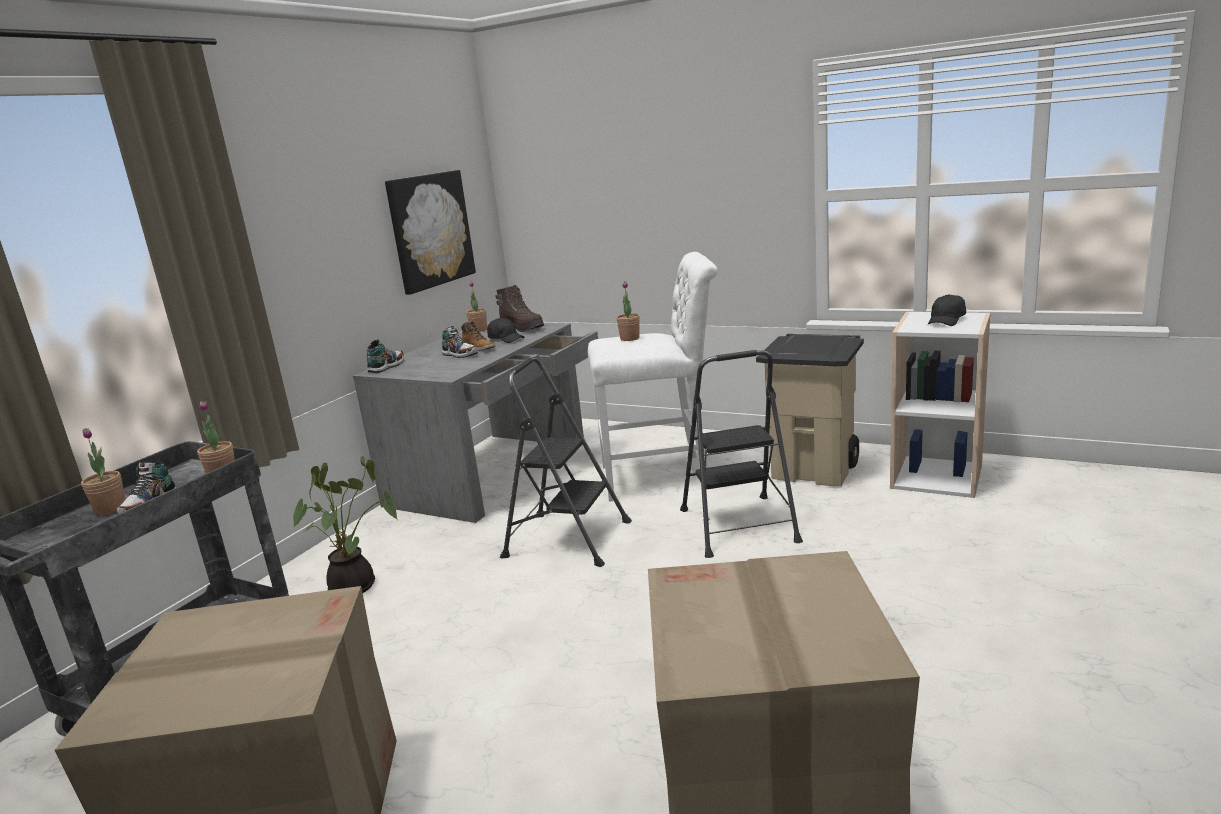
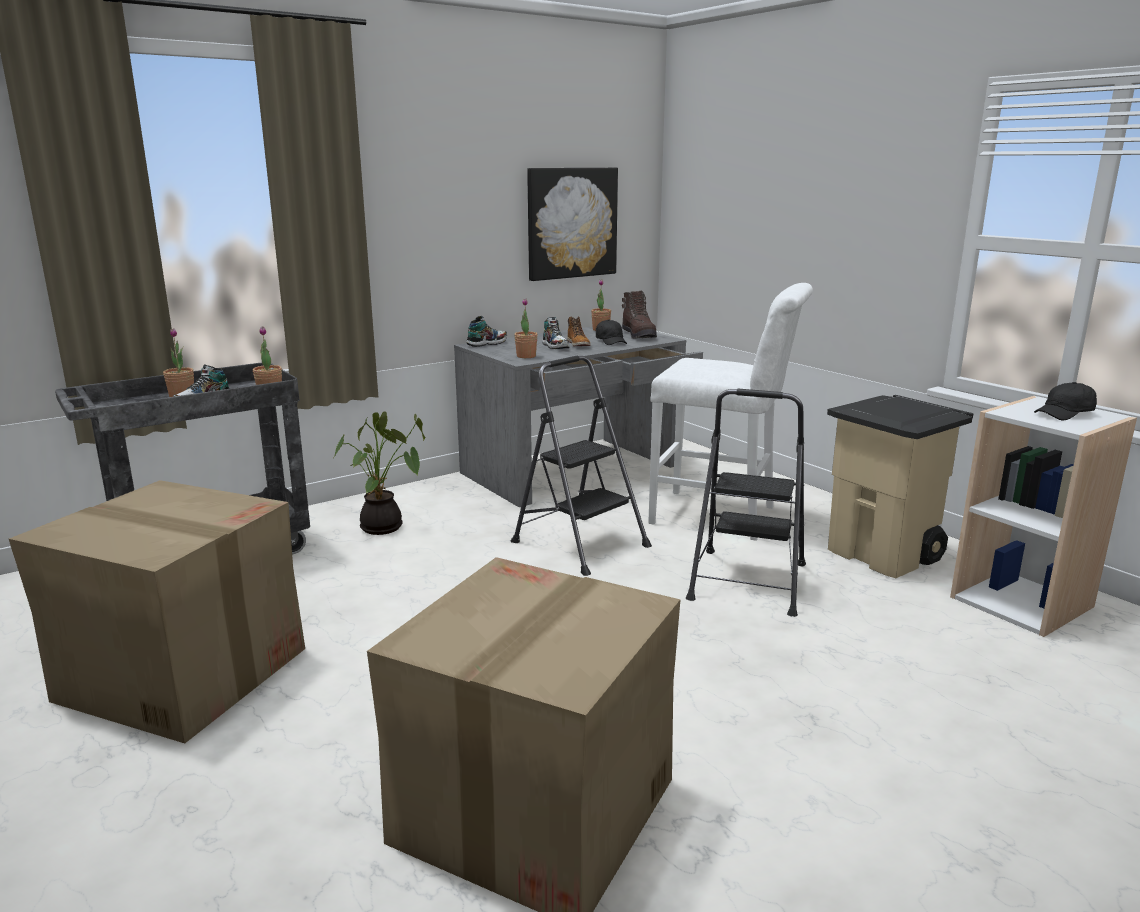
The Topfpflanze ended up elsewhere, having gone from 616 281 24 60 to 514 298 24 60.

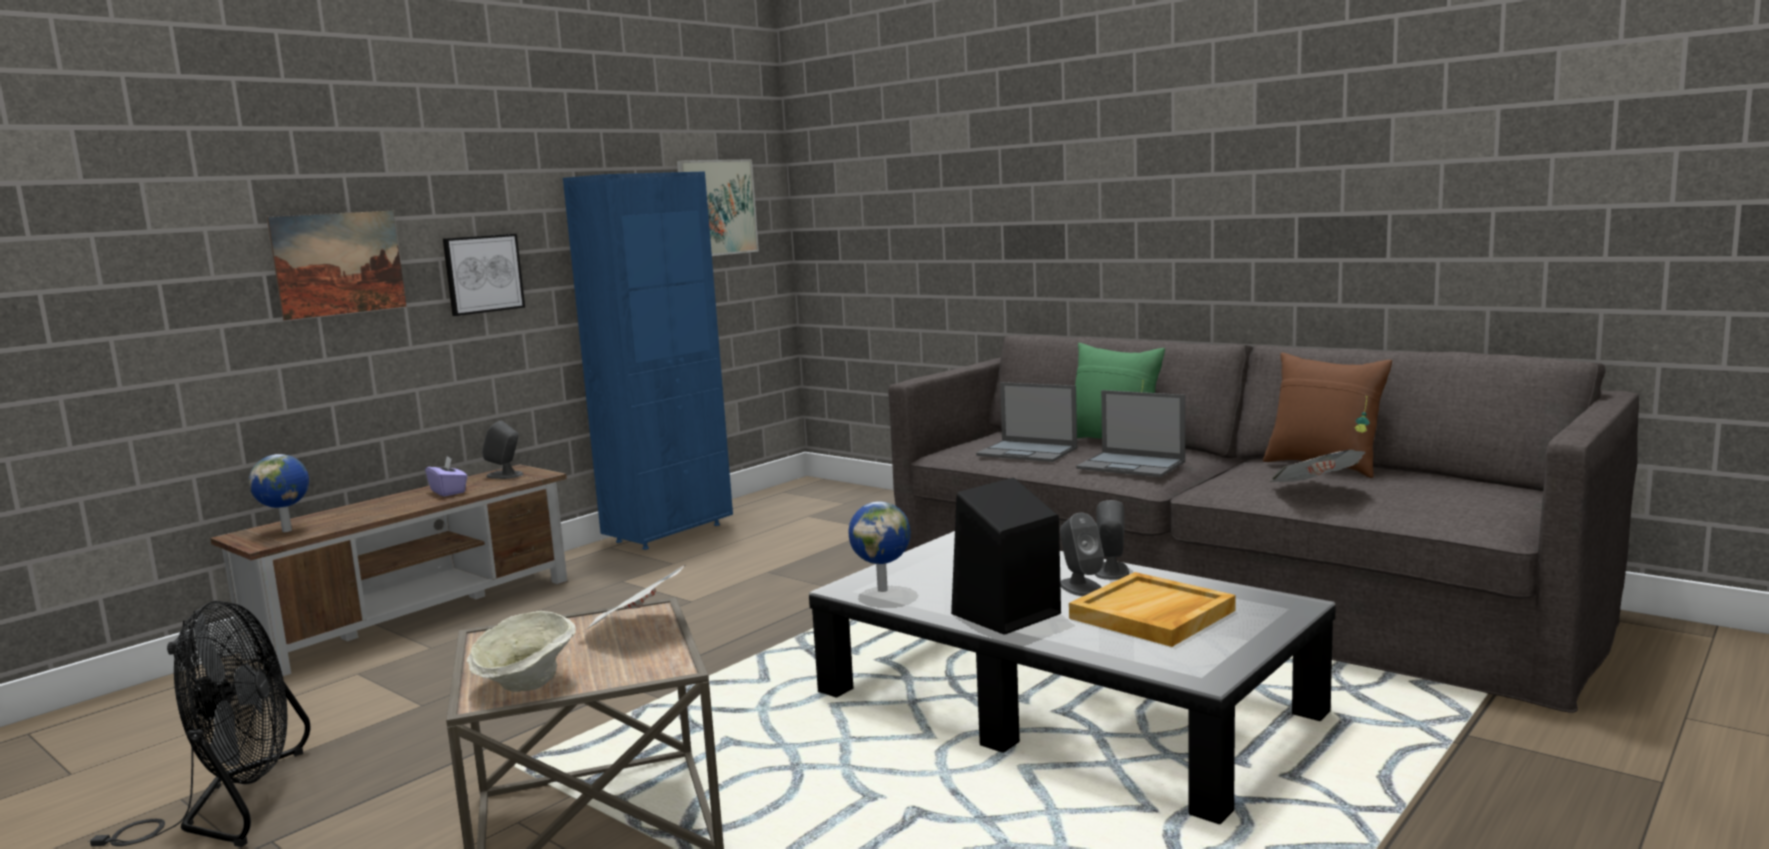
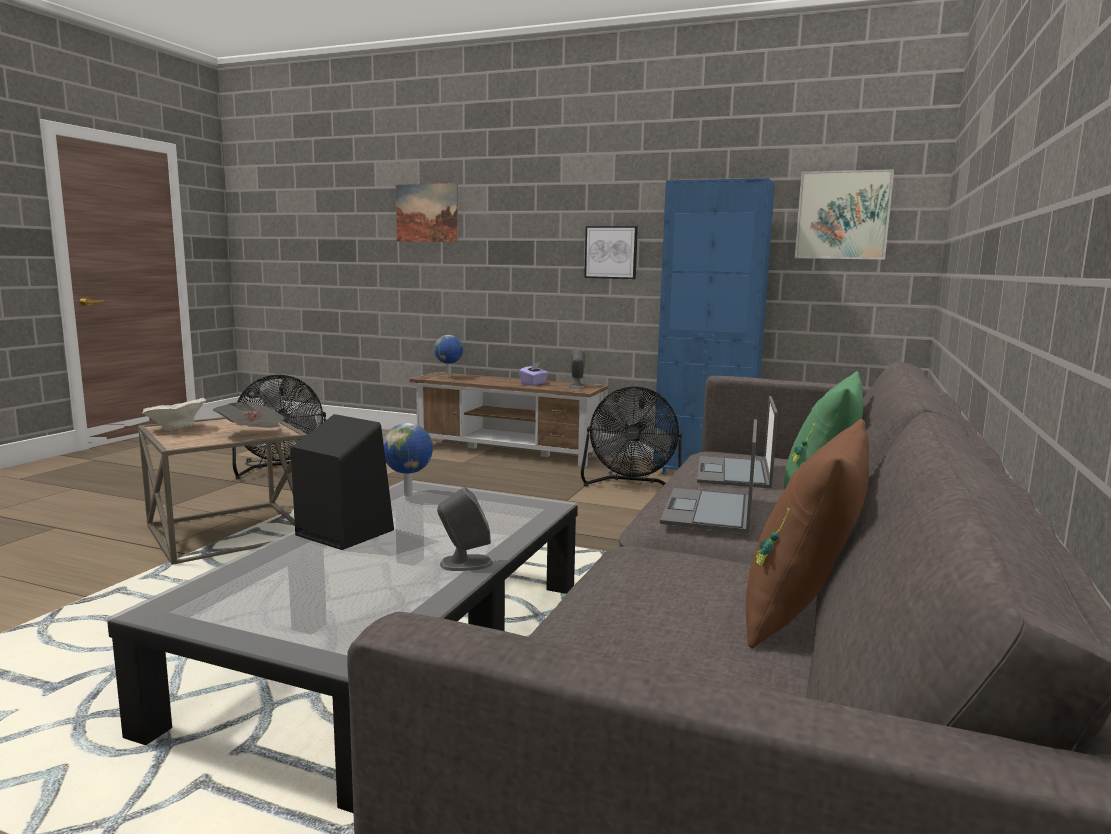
The Bild ended up elsewhere, having gone from 267 211 139 109 to 396 183 62 59.
The second view gained the Ventilator (schwarz) at 581 387 101 100.
The second view lost the Lautsprecher (grau) at 1060 513 44 83.
The second view lost the Tablett (beige) at 1069 572 167 75.
The second view lost the Zeitung at 1269 449 96 34.

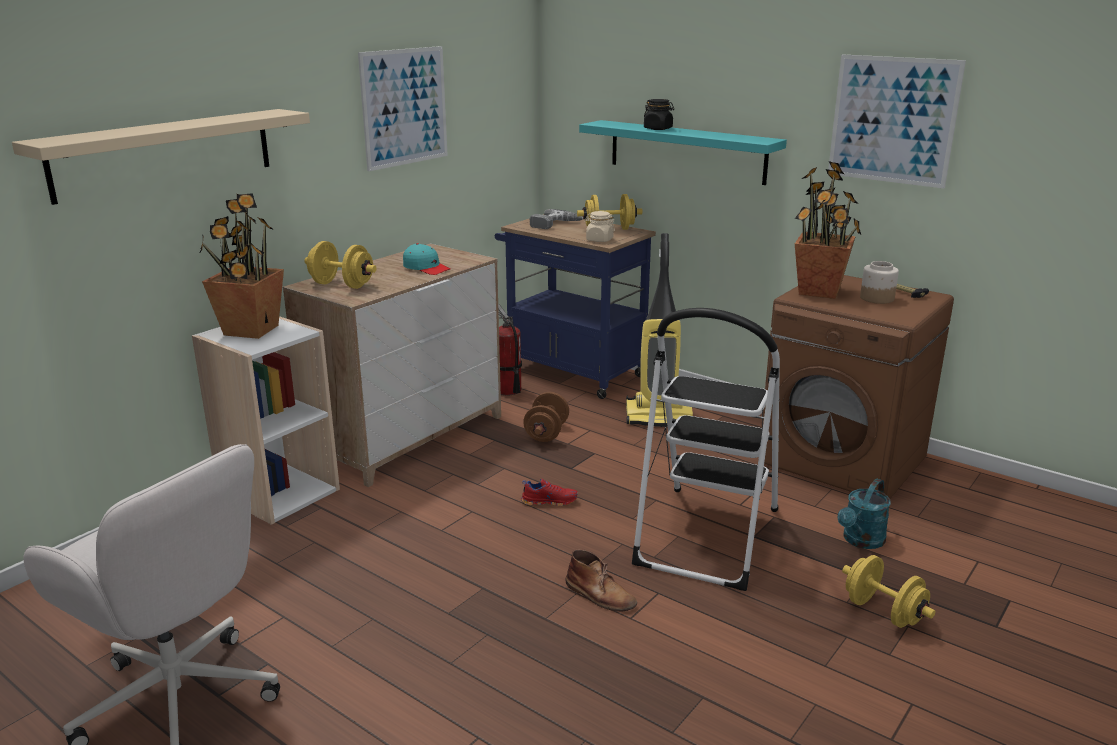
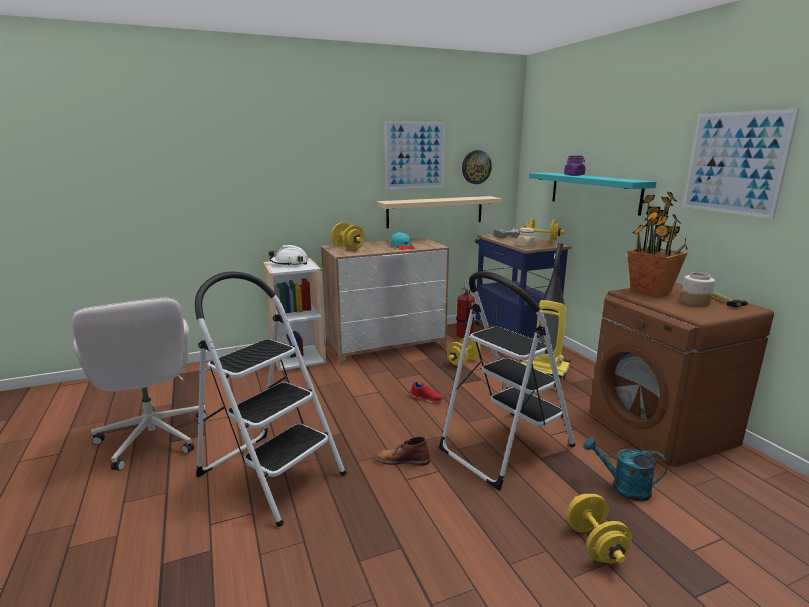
The second view gained the Trittleiter at 195 272 152 255.
Where the Topfpflanze stood at 200 193 84 146, the Schutzhelm (weiß) came to stand at 268 245 40 21.
The Stiefel (braun) at 566 549 71 63 ended up facing another way, 120 degrees clockwise from before.
The Wandregal (beige) ended up elsewhere, having gone from 12 109 298 96 to 377 196 125 32.
What was the Hantel (braun) at 523 392 46 50 turned into the Hantel (gelb) at 447 336 34 30.
The second view gained the Wanduhr at 462 150 30 34.
What was the Vorratsglas (schwarz) at 644 99 30 31 turned into the Vorratsglas (lila) at 564 155 21 21.
The Gießkanne (türkis) at 838 478 53 71 ended up facing another way, 45 degrees clockwise from before.

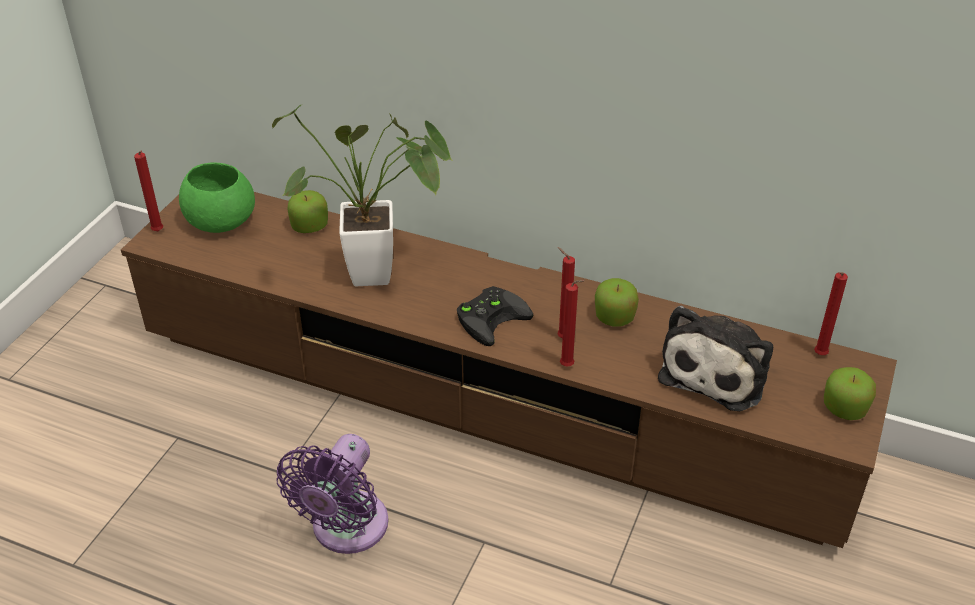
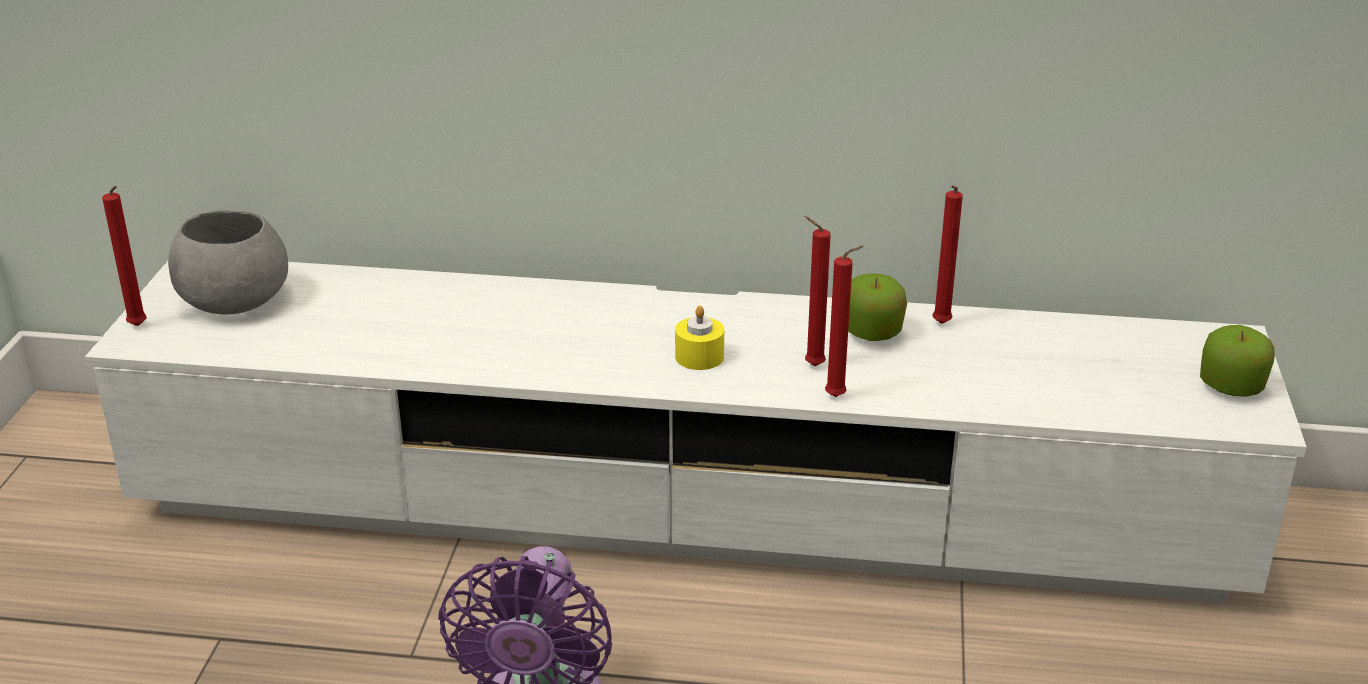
What was the Fernsehschrank (braun) at 121 192 776 356 turned into the Fernsehschrank (weiß) at 85 261 1222 342.
What was the Schüssel (grün) at 179 162 76 71 turned into the Schüssel (grau) at 168 210 120 105.
Where the Gamepad (schwarz) stood at 457 286 76 60, the Kerze (gelb) came to stand at 675 305 49 65.
The Kerze (rot) ended up elsewhere, having gone from 814 272 34 83 to 932 185 31 139.
The second view lost the Topfpflanze at 272 105 181 181.
The second view lost the Apfel at 287 190 41 43.
The second view lost the Plüschtier at 658 306 115 105.

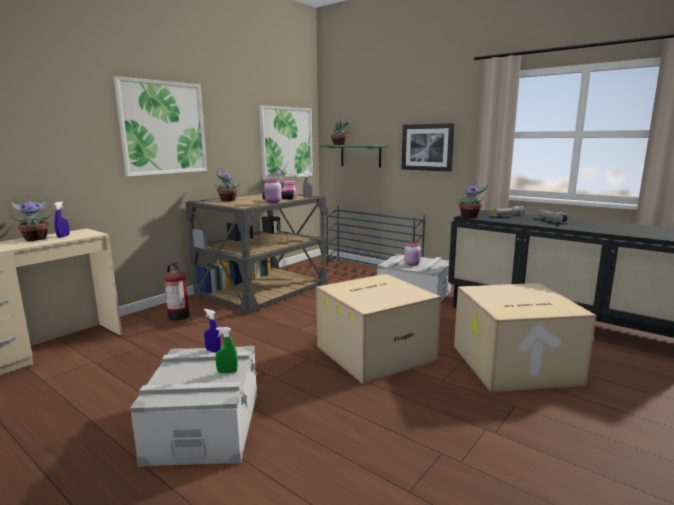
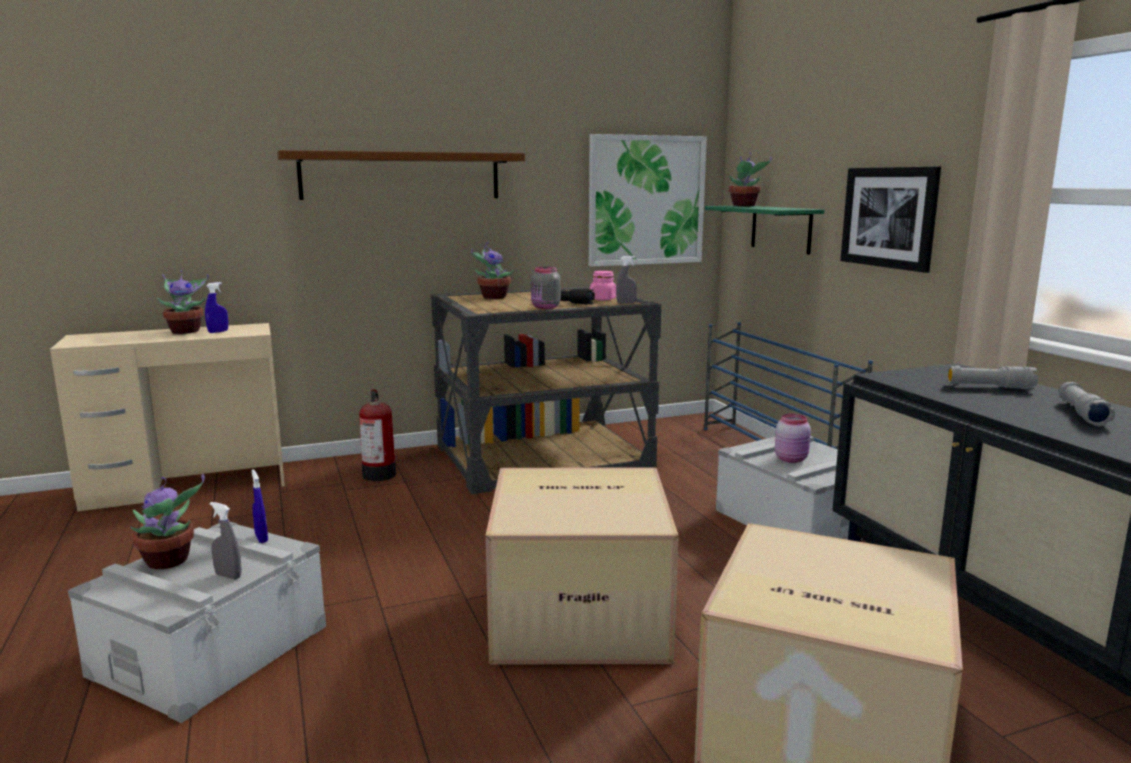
The Topfpflanze ended up elsewhere, having gone from 457 181 31 37 to 131 474 74 95.
What was the Sprühflasche (grün) at 215 327 23 46 turned into the Sprühflasche (grau) at 210 502 32 77.
Where the Bild hung at 114 76 93 101, the Wandregal (braun) came to hang at 277 150 248 50.
What was the Vorratsglas (rosa) at 264 179 18 24 turned into the Vorratsglas (grau) at 531 267 30 42.

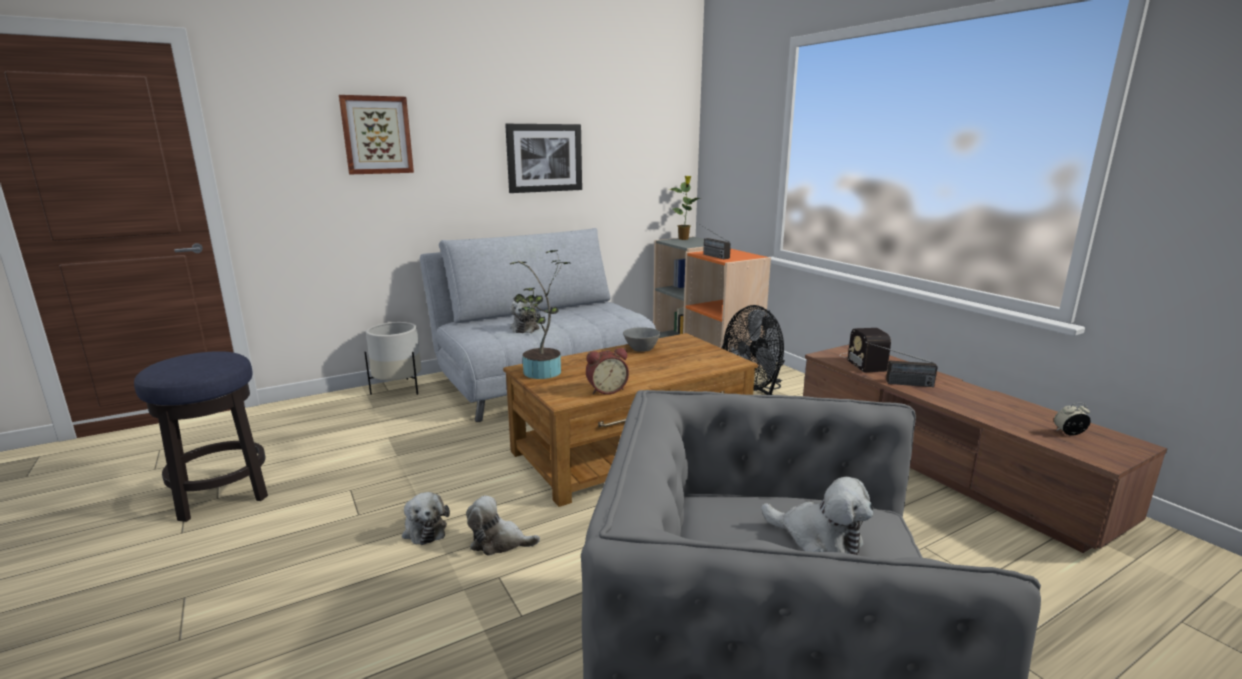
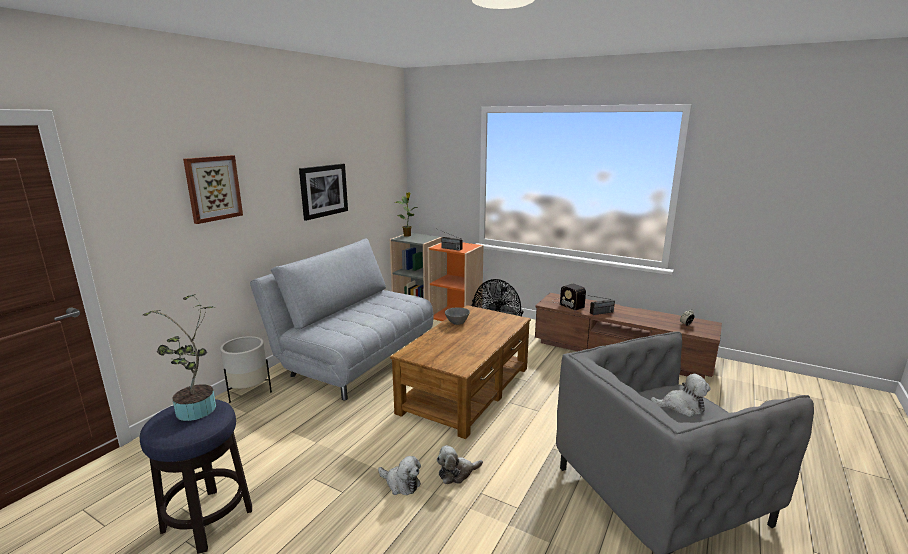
The Topfpflanze ended up elsewhere, having gone from 510 250 61 129 to 143 294 73 127.
The second view lost the Plüschtier at 509 301 32 32.
The second view lost the Wecker at 586 348 43 46.

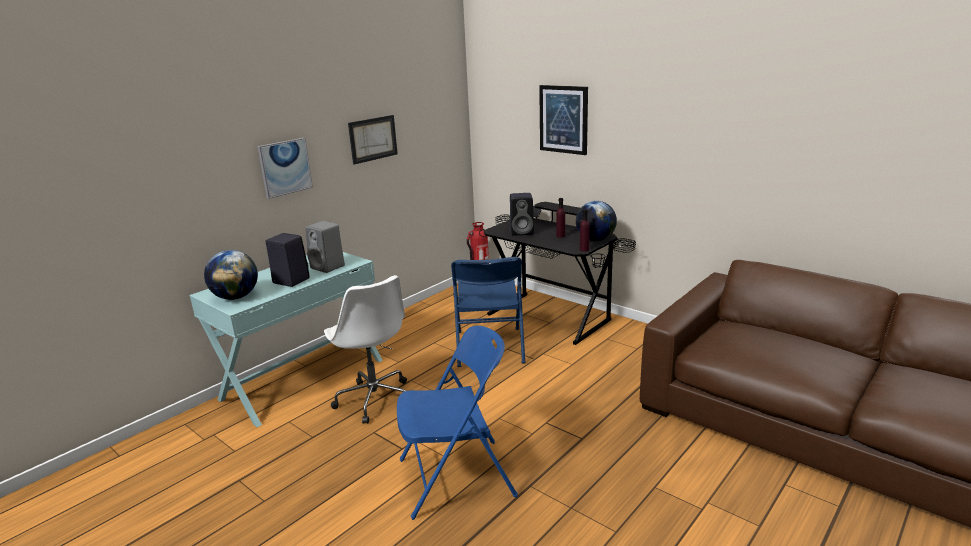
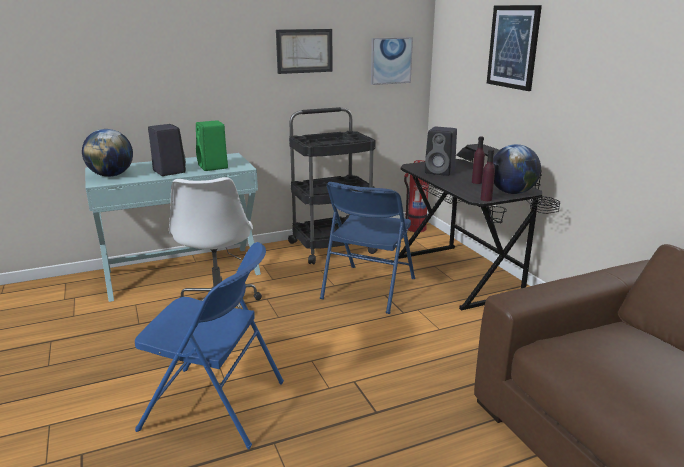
What was the Lautsprecher (grau) at 305 221 40 52 turned into the Lautsprecher (grün) at 196 120 32 51.
The second view gained the Rollwagen (schwarz) at 288 107 90 157.
The Bild ended up elsewhere, having gone from 257 138 56 61 to 371 37 42 48.

